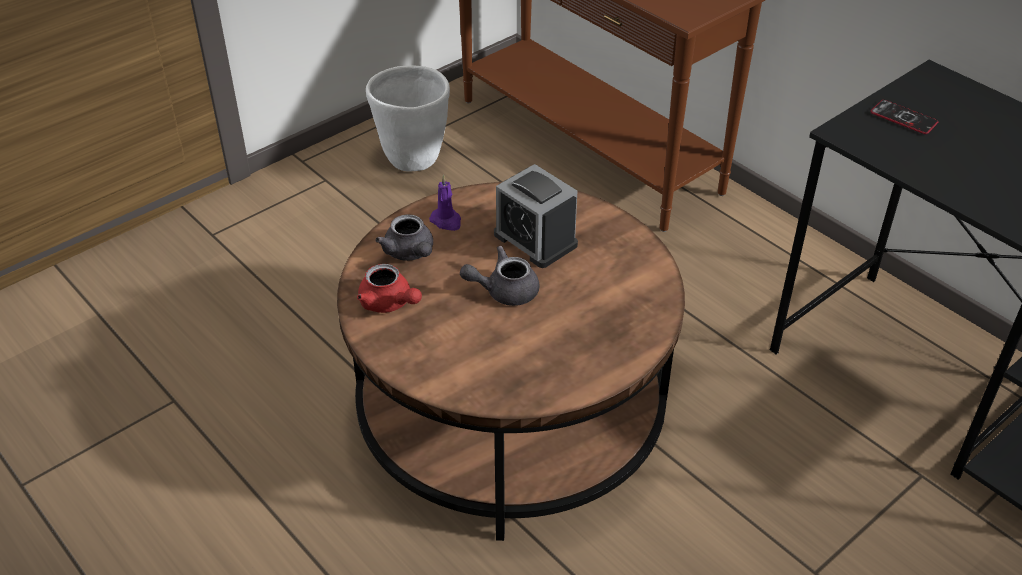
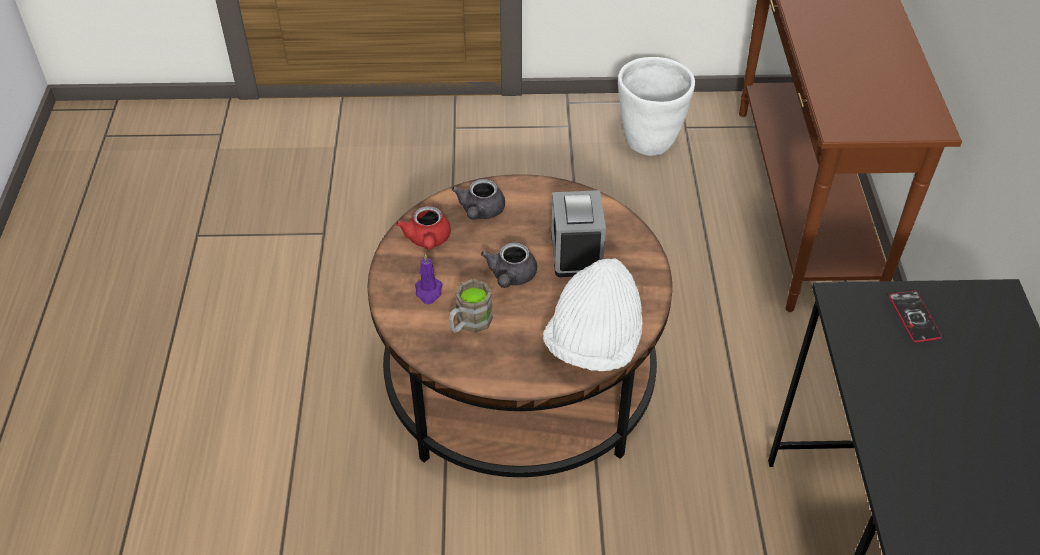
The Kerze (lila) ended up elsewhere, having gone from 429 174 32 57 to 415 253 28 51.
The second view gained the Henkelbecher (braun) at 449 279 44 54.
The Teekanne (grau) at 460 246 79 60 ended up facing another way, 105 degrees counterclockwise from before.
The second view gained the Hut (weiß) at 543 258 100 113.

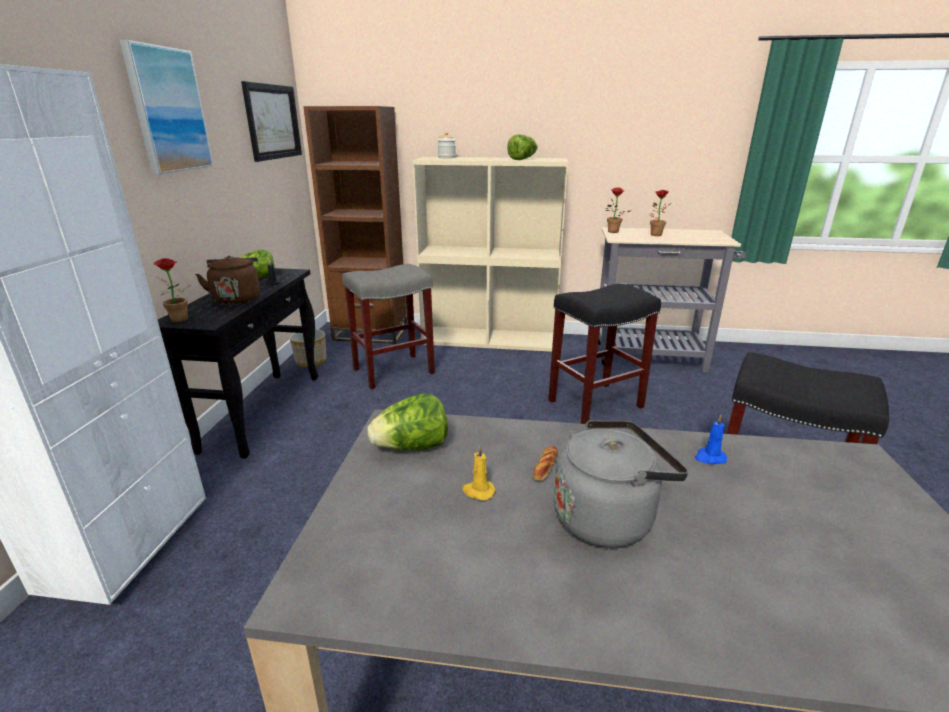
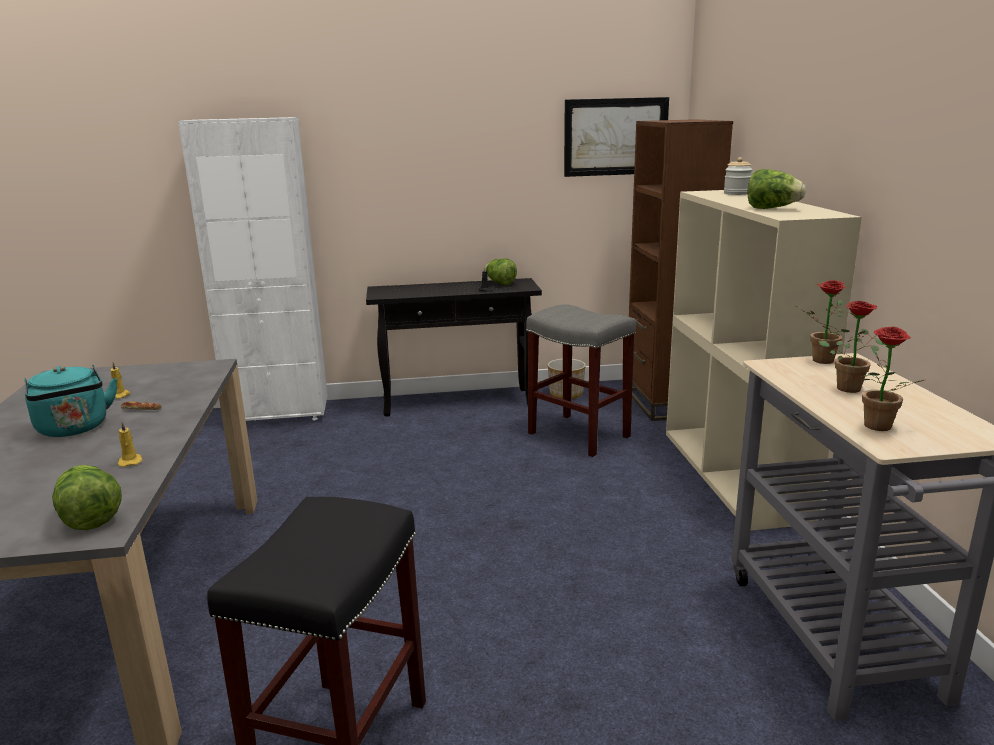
What was the Wasserkessel (grau) at 554 420 134 127 turned into the Wasserkessel (türkis) at 24 365 93 72.
The Salatkopf ended up elsewhere, having gone from 367 394 81 56 to 52 465 70 65.
What was the Kerze (blau) at 695 415 32 49 turned into the Kerze (gelb) at 117 421 26 46.
The Topfpflanze ended up elsewhere, having gone from 154 258 38 64 to 861 327 63 104.
The second view lost the Bild at 119 40 95 134.
The second view lost the Wasserkessel (braun) at 195 256 65 49.
The second view lost the Hocker (schwarz) at 548 283 113 141.

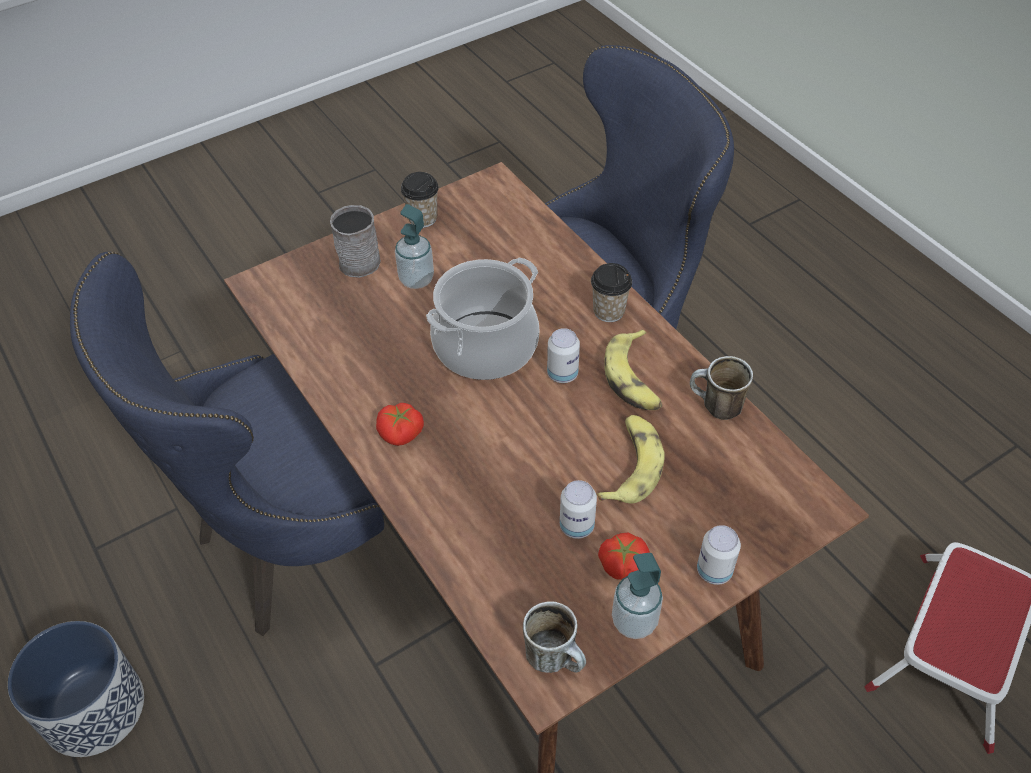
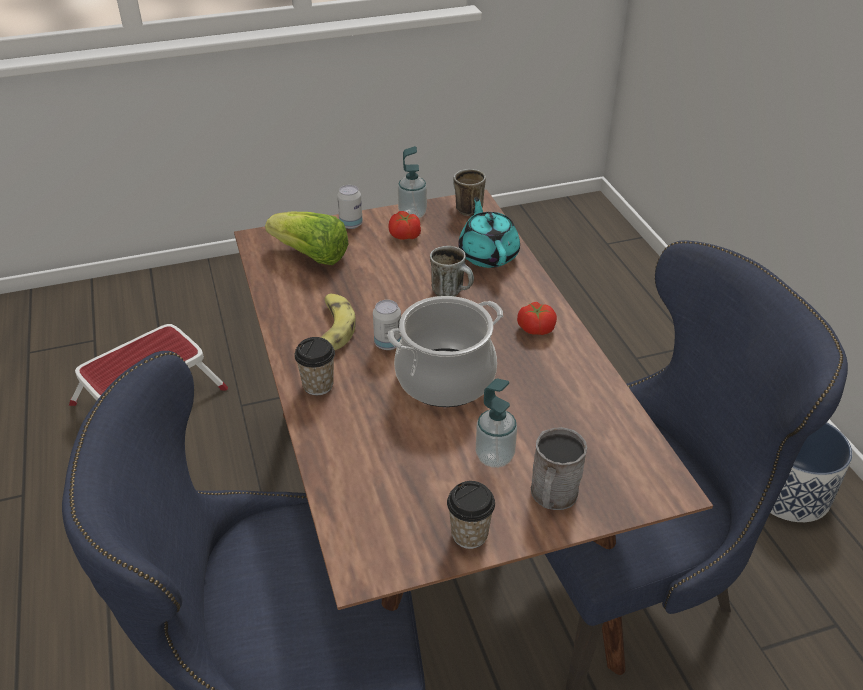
The second view gained the Salatkopf at 265 212 83 53.
The Henkelbecher ended up elsewhere, having gone from 690 356 63 64 to 430 246 44 50.
The second view gained the Teekanne (türkis) at 458 197 62 71.
The second view lost the Dose at 560 480 37 59.
The second view lost the Banane at 597 415 68 89.

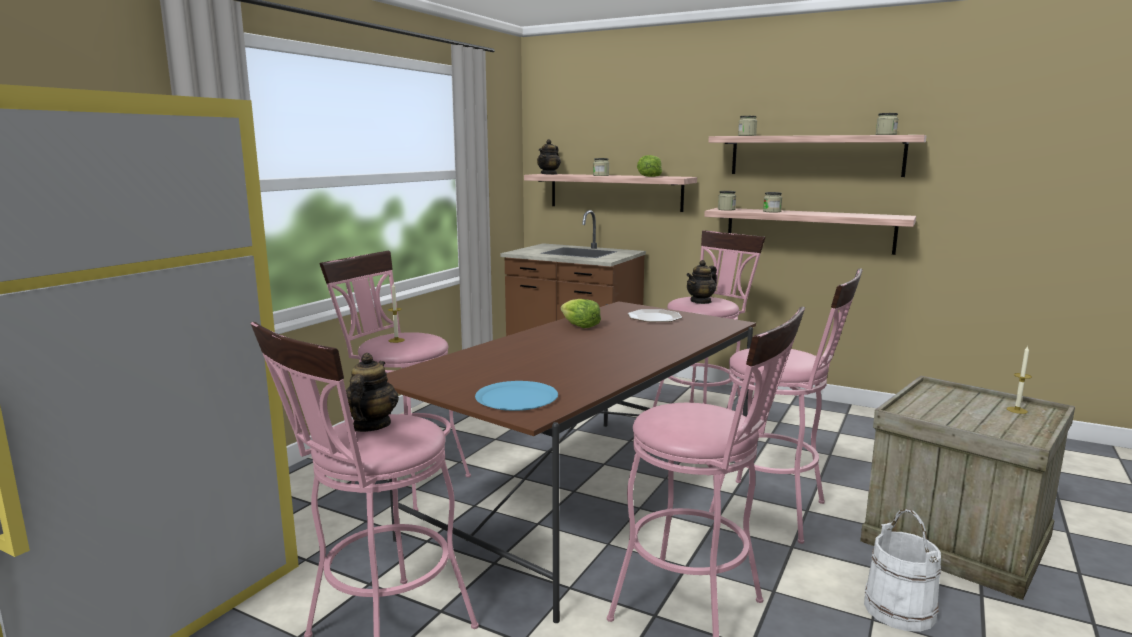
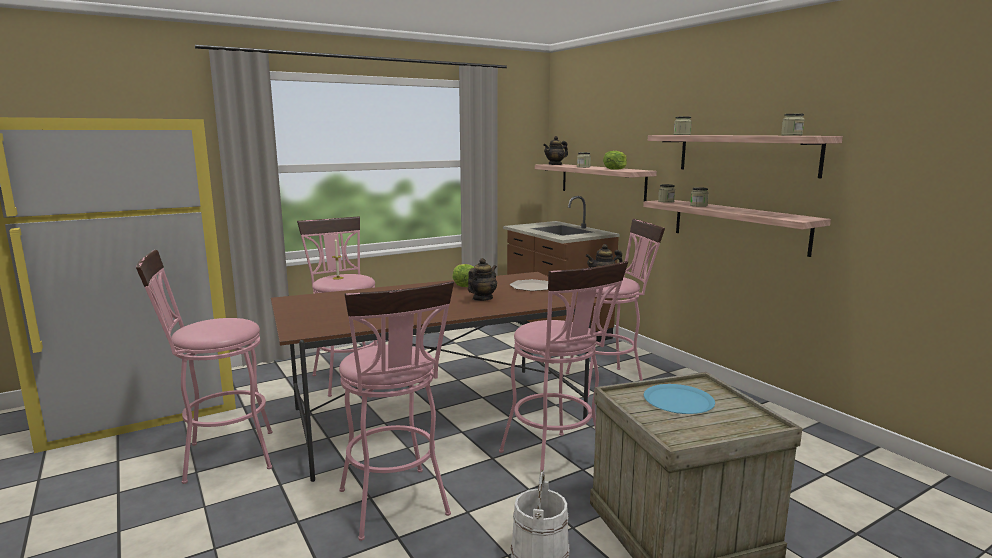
The Teekanne ended up elsewhere, having gone from 346 353 53 79 to 468 258 29 43.
The Teller (blau) ended up elsewhere, having gone from 475 381 83 30 to 644 384 71 30.
The second view lost the Kerze at 1007 346 25 68.

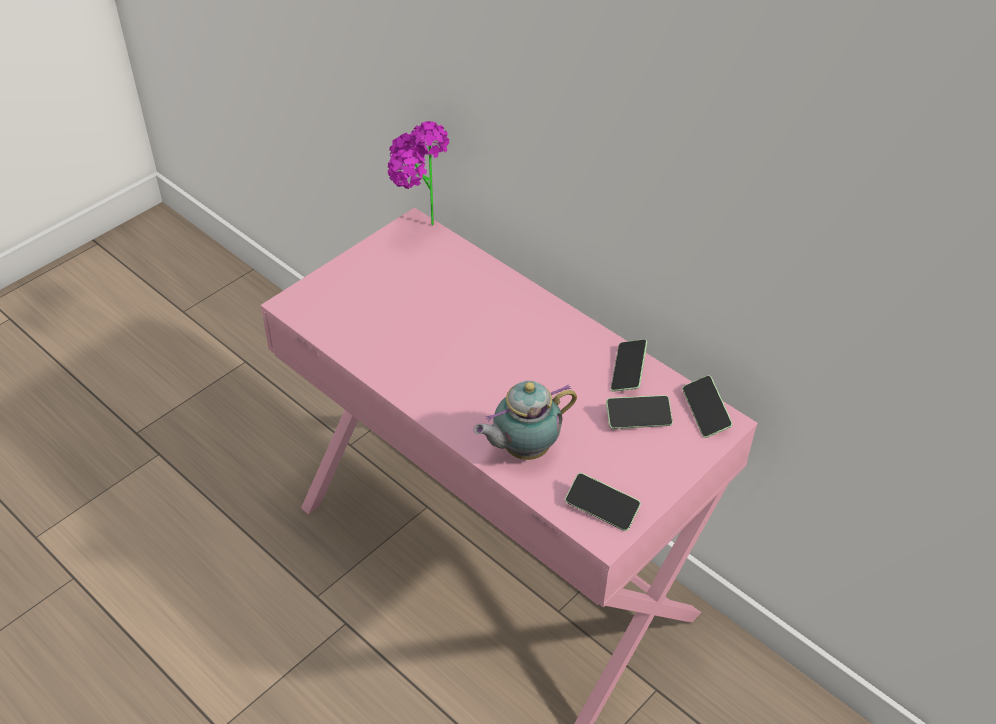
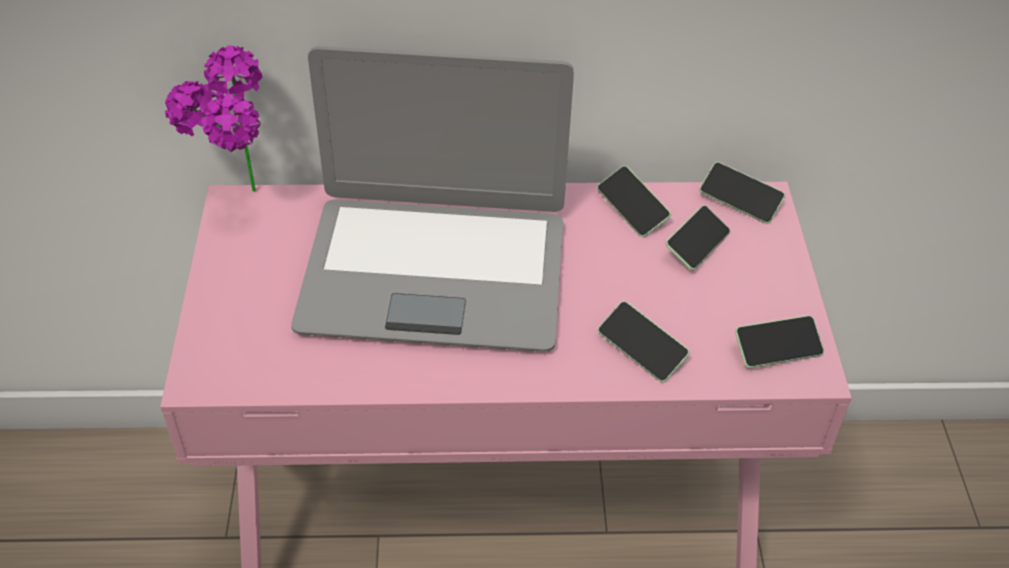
The second view gained the Laptop at 291 46 283 306.
Where the Teekanne stood at 474 381 103 79, the Handy came to stand at 598 301 92 81.

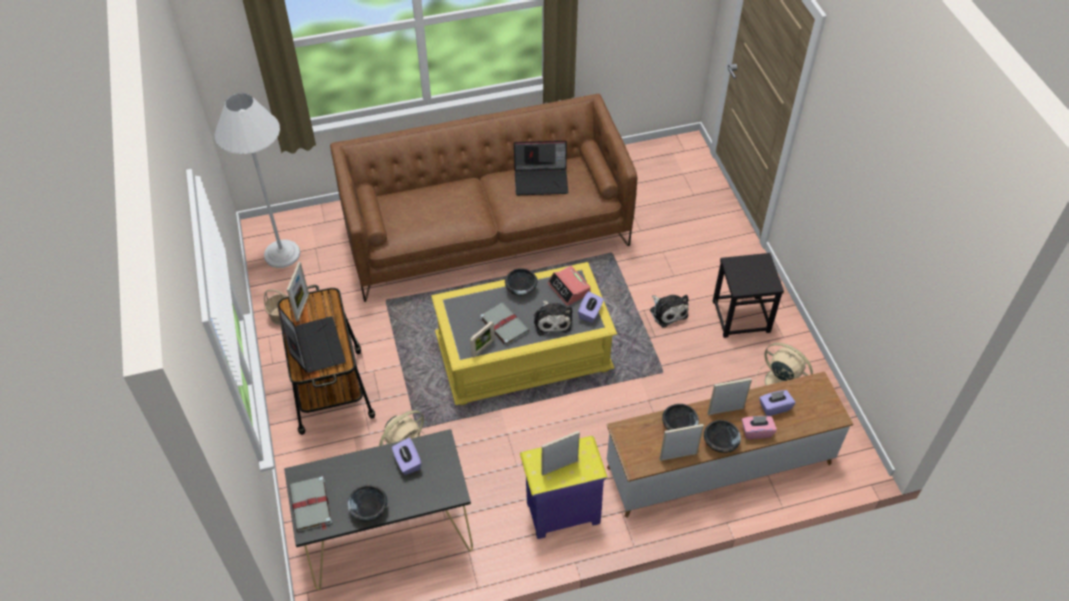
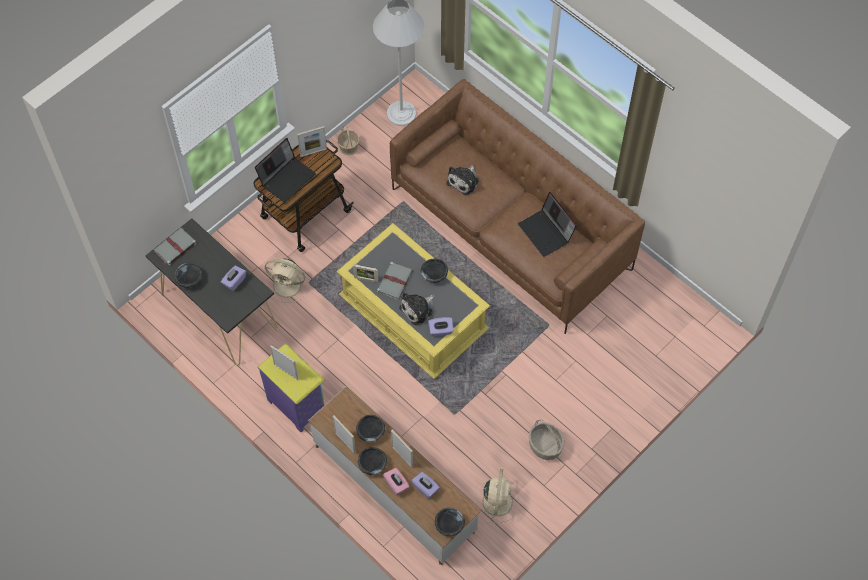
The second view gained the Schüssel (schwarz) at 435 508 30 28.
The Plüschtier ended up elsewhere, having gone from 650 295 38 33 to 446 165 33 30.
Where the Hocker (schwarz) stood at 713 253 71 85, the Korb came to stand at 529 419 35 41.
The second view lost the Wecker at 548 266 43 40.

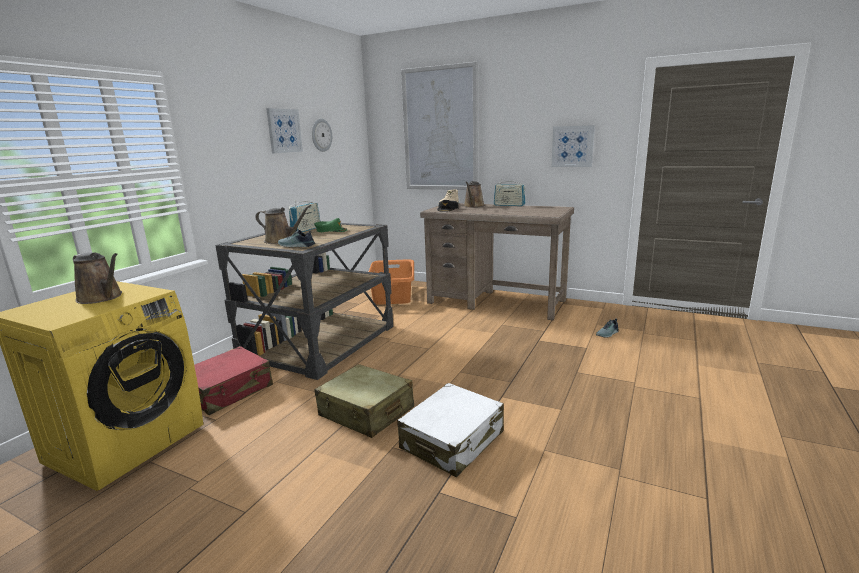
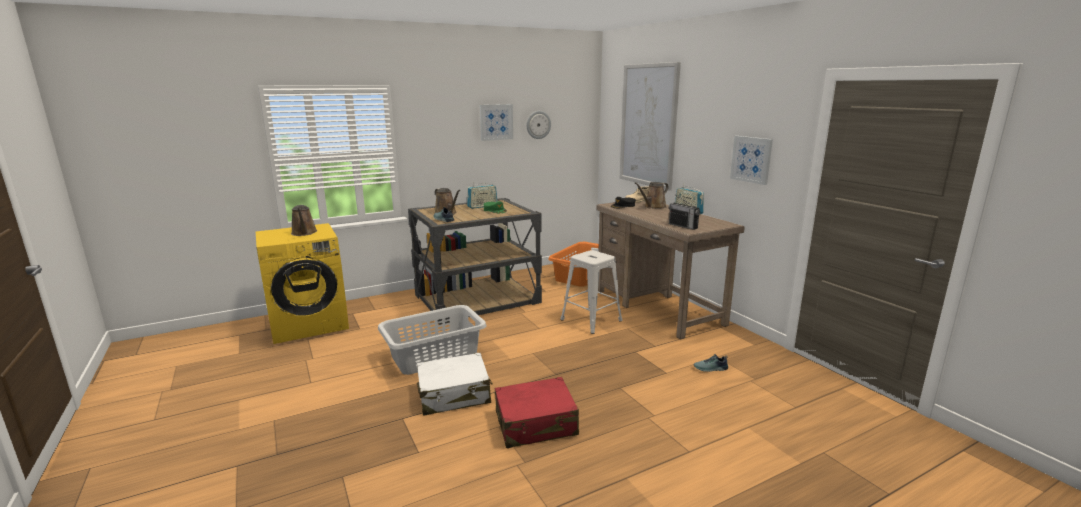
Where the Koffer (beige) stood at 315 364 99 74, the Wäschekorb (grau) came to stand at 378 305 109 70.
The Koffer (rot) ended up elsewhere, having gone from 194 346 79 69 to 495 377 84 71.
The second view gained the Hocker (weiß) at 560 250 63 84.
The second view gained the Radio at 668 195 32 35.

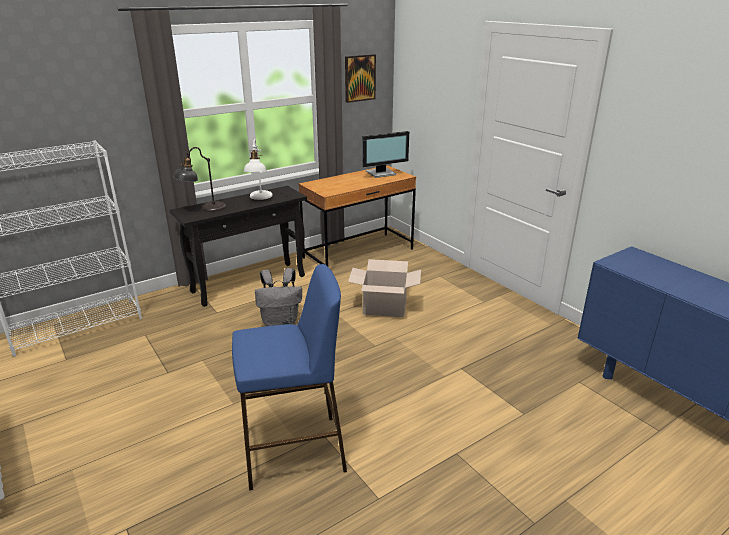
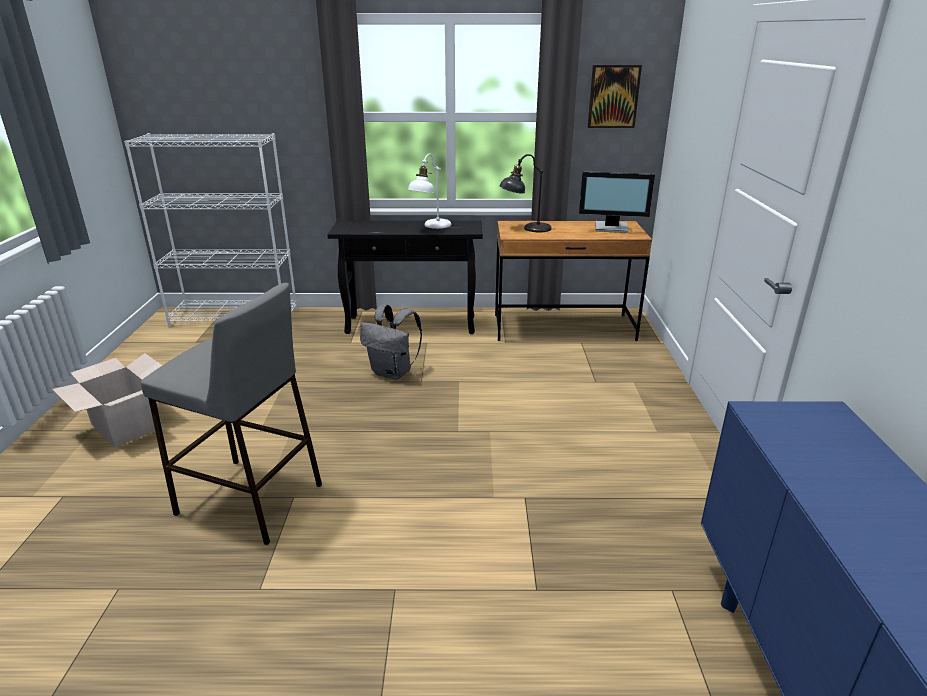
The Karton ended up elsewhere, having gone from 348 259 73 58 to 52 353 110 94.
What was the Hocker (blau) at 232 264 115 227 turned into the Hocker (grau) at 141 283 181 262.
The Tischlampe (grau) ended up elsewhere, having gone from 173 147 53 65 to 499 154 53 78.

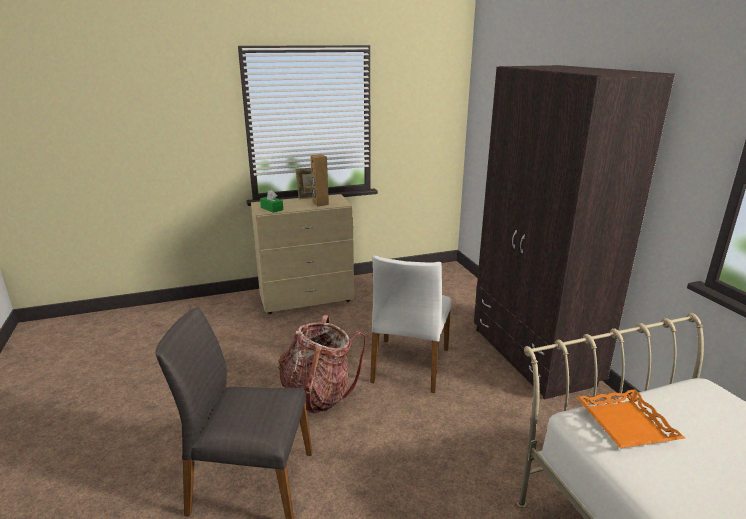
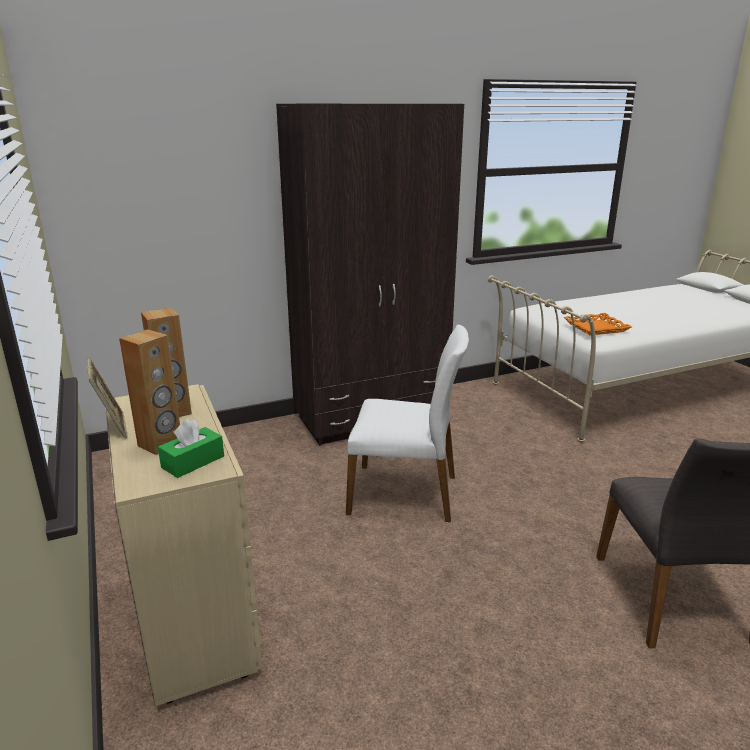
The second view gained the Lautsprecher (braun) at 119 329 61 126.
The second view lost the Rucksack at 278 315 88 99.

